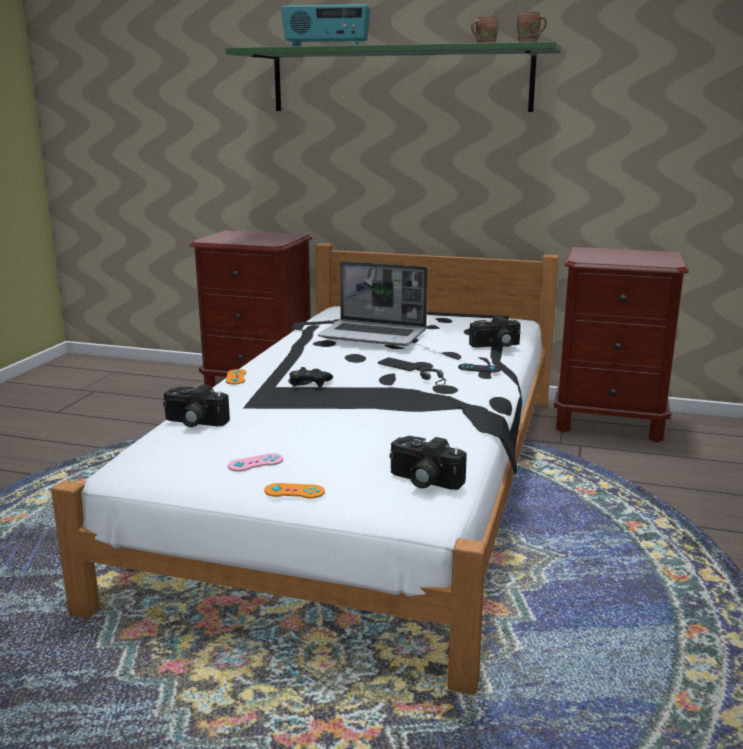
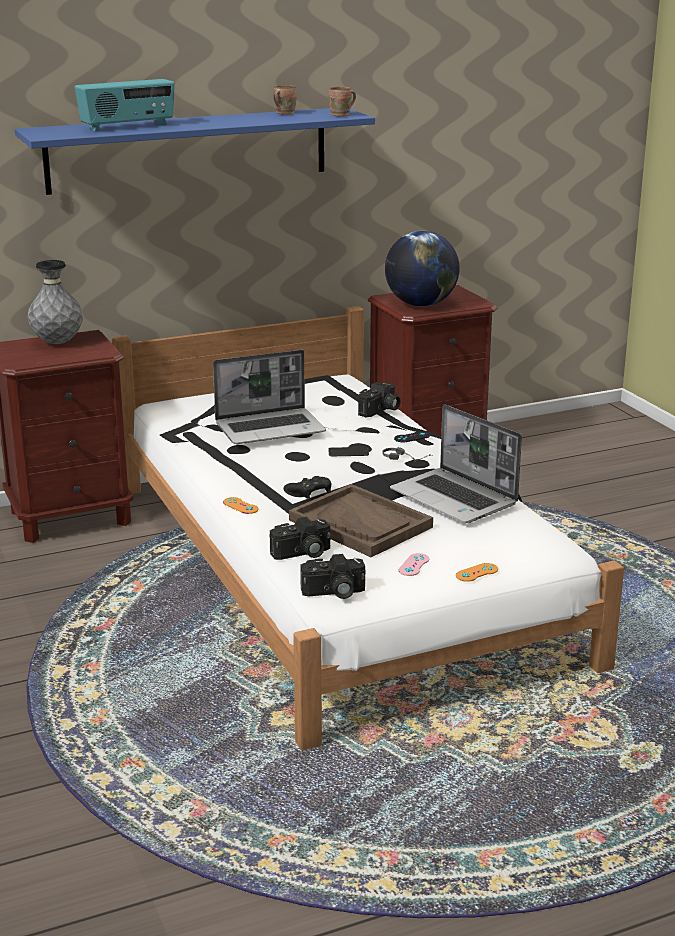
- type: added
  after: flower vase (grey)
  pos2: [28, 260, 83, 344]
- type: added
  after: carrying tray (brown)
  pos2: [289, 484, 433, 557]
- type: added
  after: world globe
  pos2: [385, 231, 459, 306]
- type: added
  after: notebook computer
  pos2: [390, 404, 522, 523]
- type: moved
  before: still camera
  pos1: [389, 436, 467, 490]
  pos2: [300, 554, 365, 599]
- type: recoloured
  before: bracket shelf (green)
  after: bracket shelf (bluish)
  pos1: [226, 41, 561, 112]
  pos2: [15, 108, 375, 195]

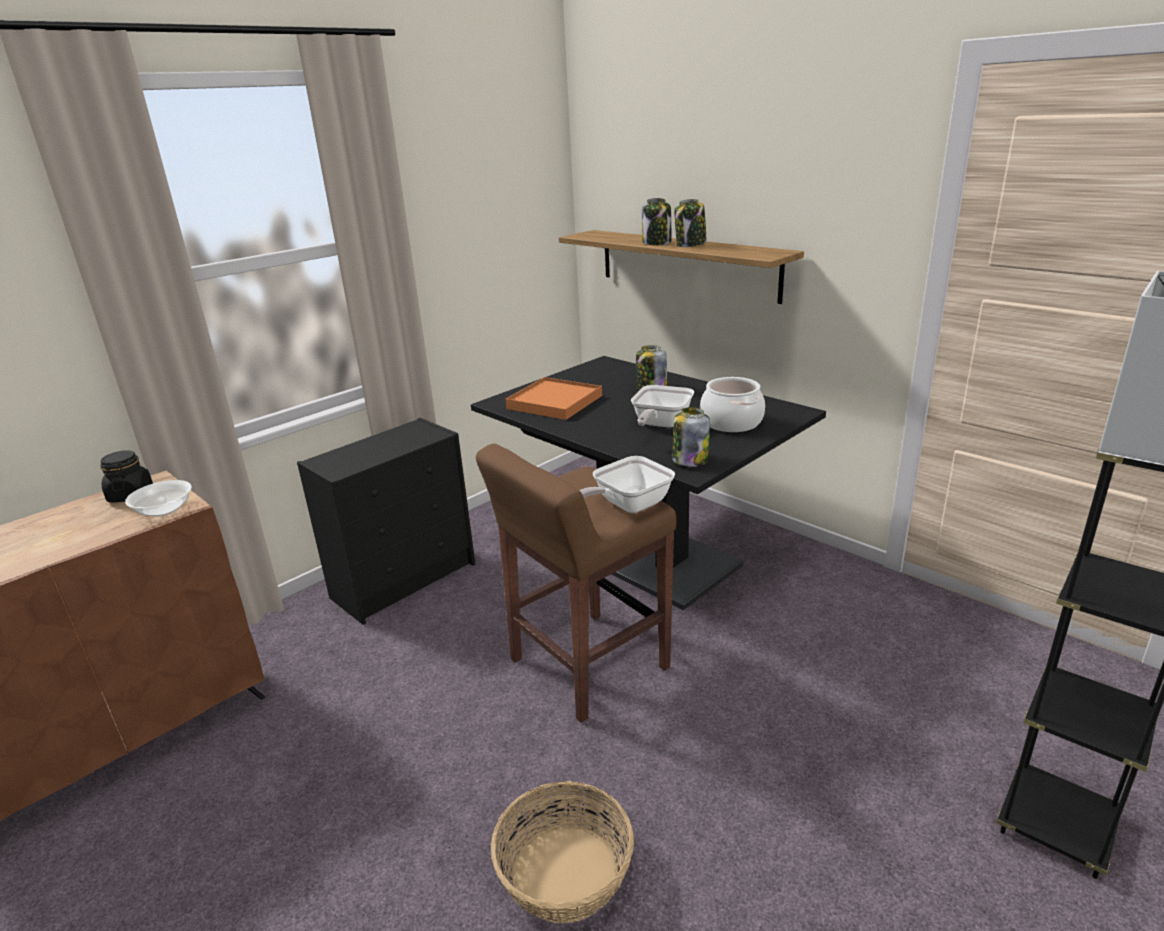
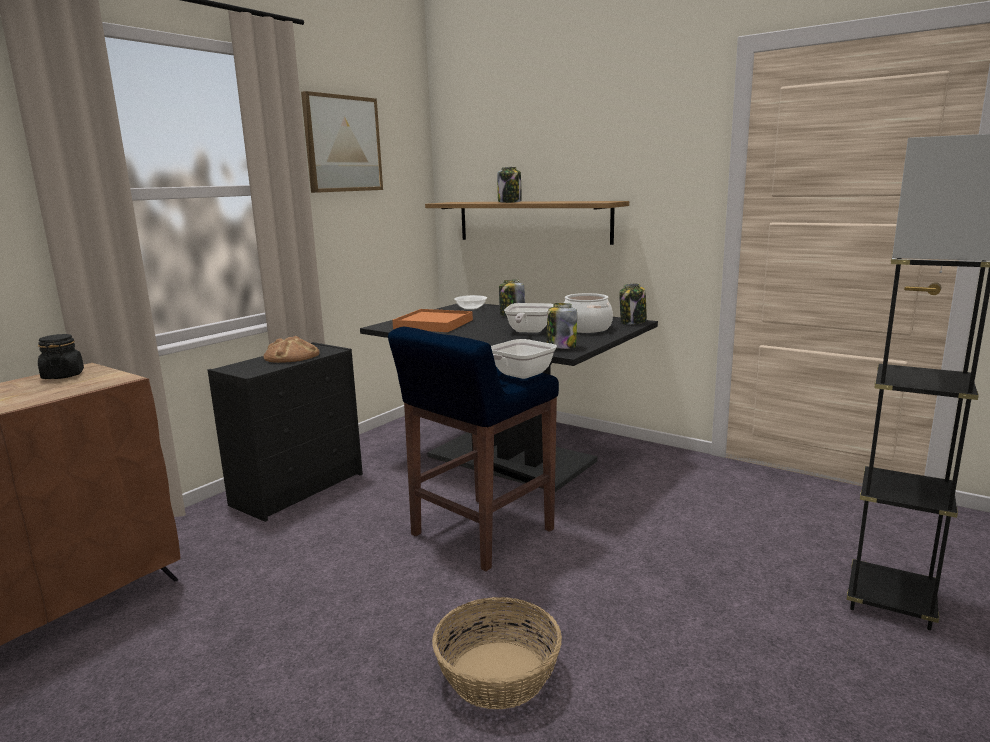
- type: added
  after: baked bread
  pos2: [263, 336, 320, 363]
- type: added
  after: wall picture
  pos2: [301, 91, 383, 193]
- type: moved
  before: bowl
  pos1: [125, 480, 192, 517]
  pos2: [454, 295, 487, 310]
- type: moved
  before: preserve jar
  pos1: [674, 199, 707, 247]
  pos2: [619, 283, 647, 325]
- type: recoloured
  before: stool seat (brown)
  after: stool seat (bluish)
  pos1: [476, 444, 677, 723]
  pos2: [388, 327, 559, 572]

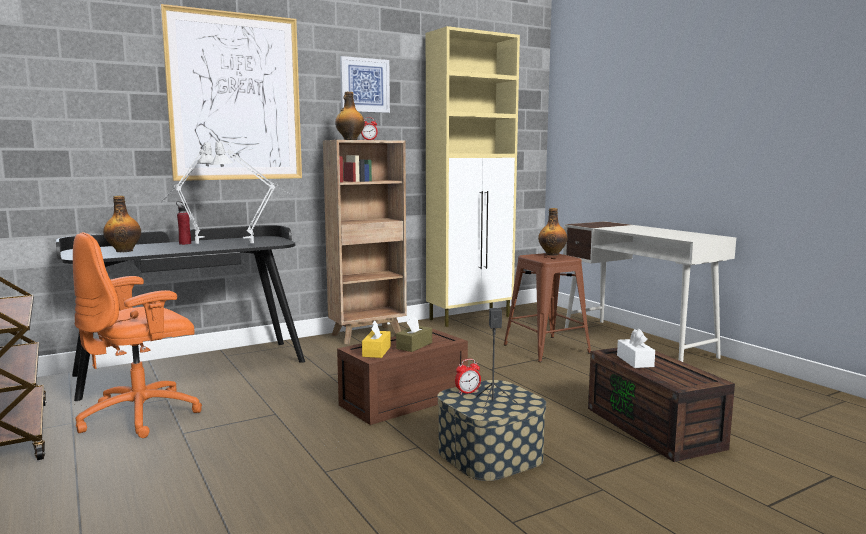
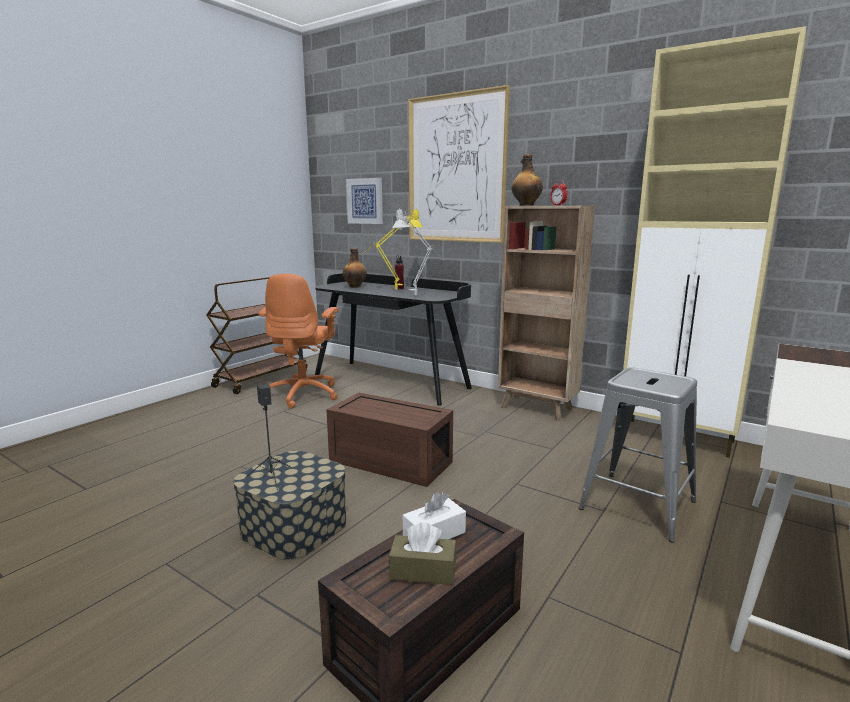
- type: removed
  before: tissue holder (yellow-coloured)
  pos1: [362, 321, 391, 358]
- type: removed
  before: table clock
  pos1: [455, 359, 481, 394]
- type: removed
  before: beverage bottle
  pos1: [538, 208, 567, 256]
- type: moved
  before: wall picture
  pos1: [340, 56, 390, 113]
  pos2: [346, 178, 383, 224]
- type: moved
  before: tissue holder (brown)
  pos1: [396, 315, 432, 352]
  pos2: [389, 522, 457, 585]
- type: recoloured
  before: lamp for a table (grey)
  after: lamp for a table (yellow-coloured)
  pos1: [162, 142, 214, 244]
  pos2: [359, 210, 423, 289]
- type: recoloured
  before: stool seat (brown)
  after: stool seat (grey)
  pos1: [504, 253, 591, 362]
  pos2: [579, 367, 697, 542]
- type: turned
  before: office chair (orange)
  pos1: [73, 232, 202, 438]
  pos2: [258, 274, 339, 409]
  turn: -105

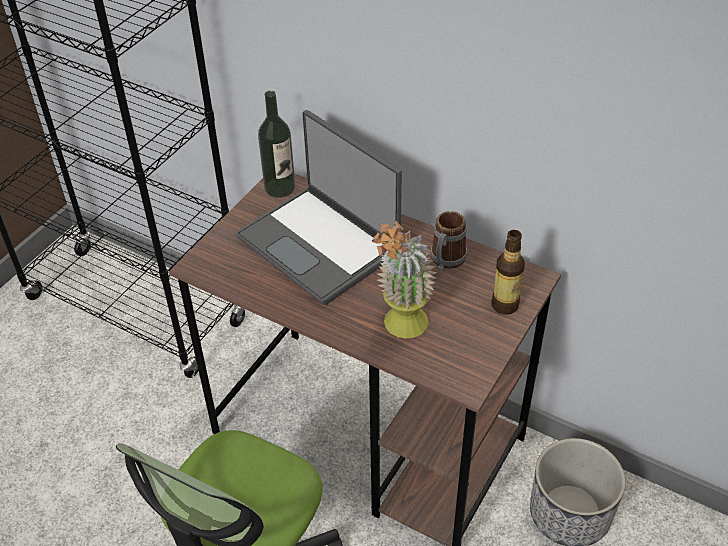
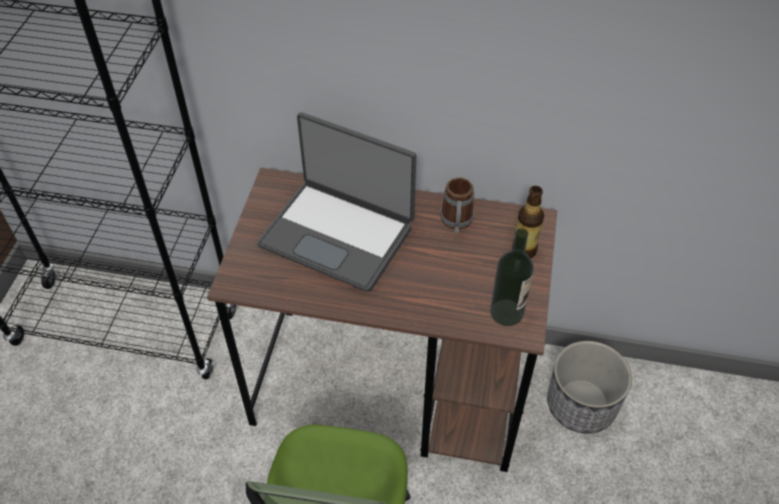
- type: removed
  before: plant in a pot
  pos1: [372, 221, 437, 339]
- type: moved
  before: beverage bottle
  pos1: [258, 91, 295, 198]
  pos2: [490, 228, 534, 326]

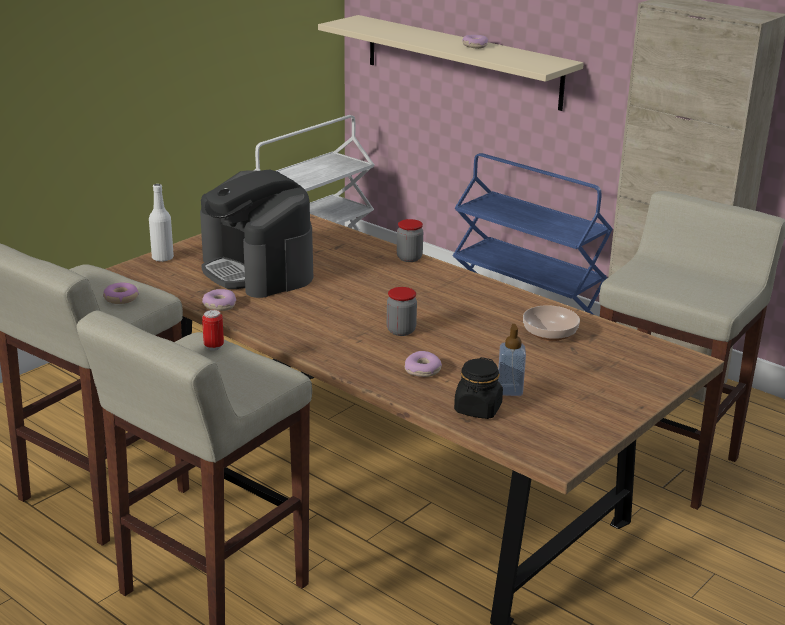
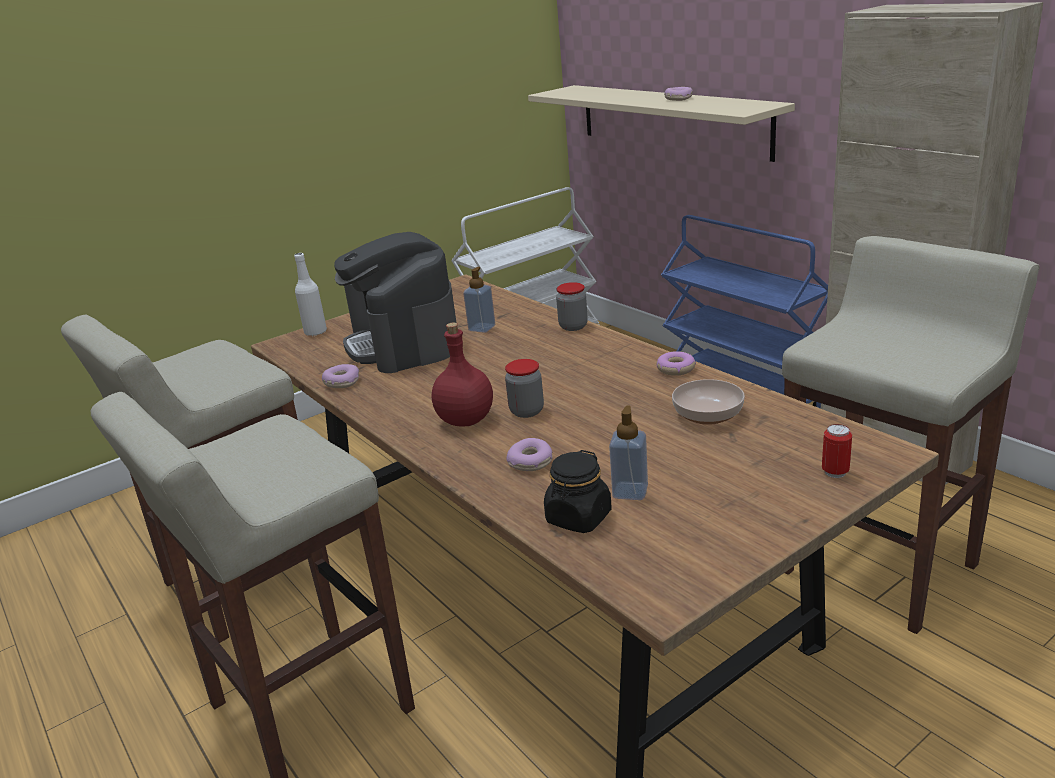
- type: added
  after: beverage bottle (reddish)
  pos2: [431, 323, 493, 427]
- type: added
  after: soap bottle
  pos2: [463, 267, 495, 333]
- type: moved
  before: ring doughnut
  pos1: [103, 283, 139, 304]
  pos2: [657, 351, 696, 376]
- type: moved
  before: metal can
  pos1: [202, 310, 224, 351]
  pos2: [822, 424, 852, 478]

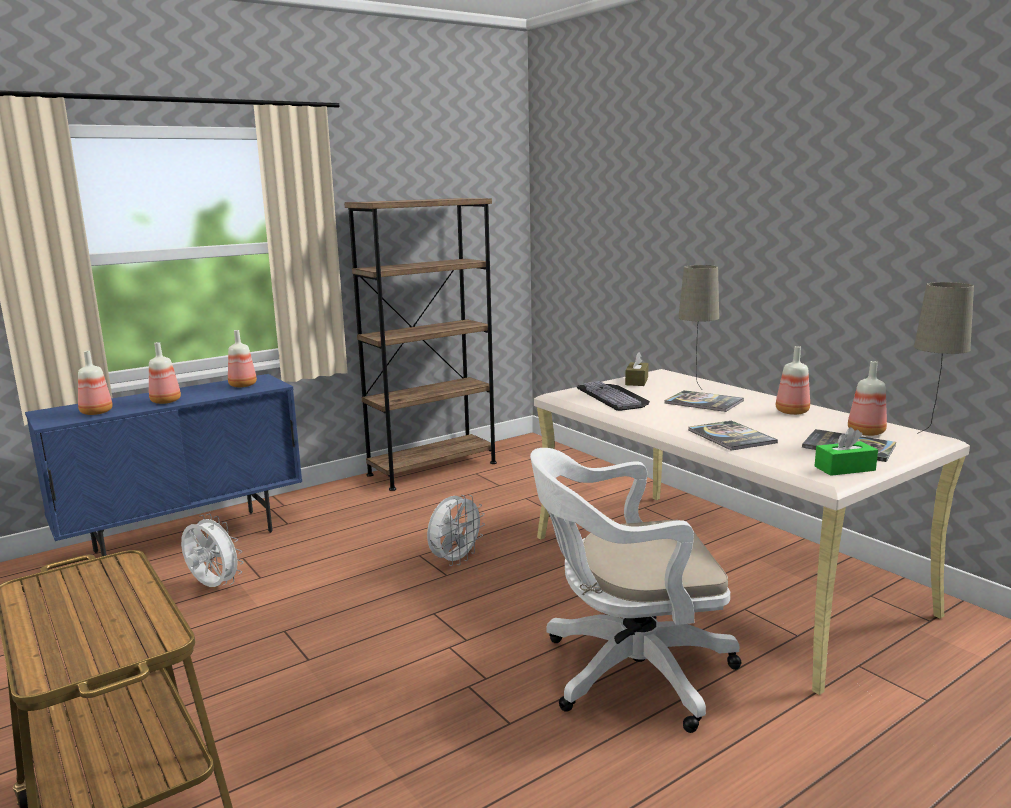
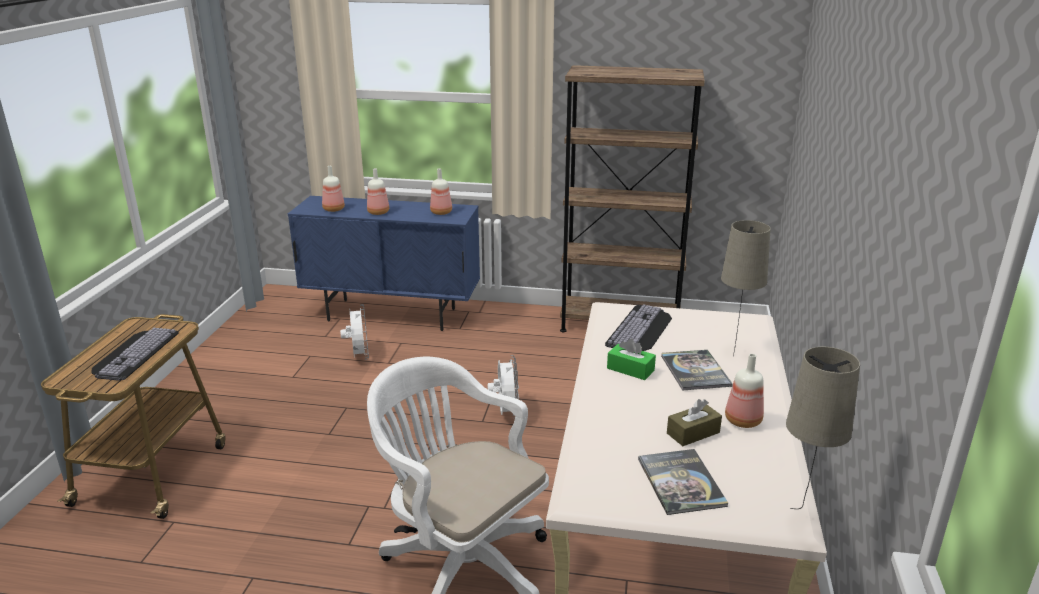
- type: removed
  before: bound book
  pos1: [688, 421, 778, 451]
- type: removed
  before: beverage bottle
  pos1: [848, 361, 887, 436]
- type: added
  after: computer keyboard
  pos2: [92, 328, 179, 381]
- type: moved
  before: tissue holder (brown)
  pos1: [625, 352, 649, 386]
  pos2: [667, 399, 722, 446]
- type: moved
  before: tissue holder (green)
  pos1: [815, 427, 878, 476]
  pos2: [607, 338, 656, 380]
- type: turned
  before: fan (white-coloured)
  pos1: [427, 495, 485, 566]
  pos2: [487, 355, 519, 418]
  turn: -90

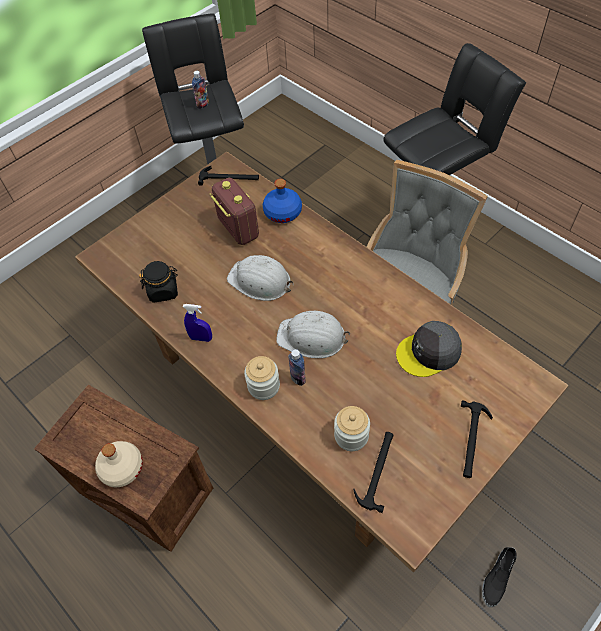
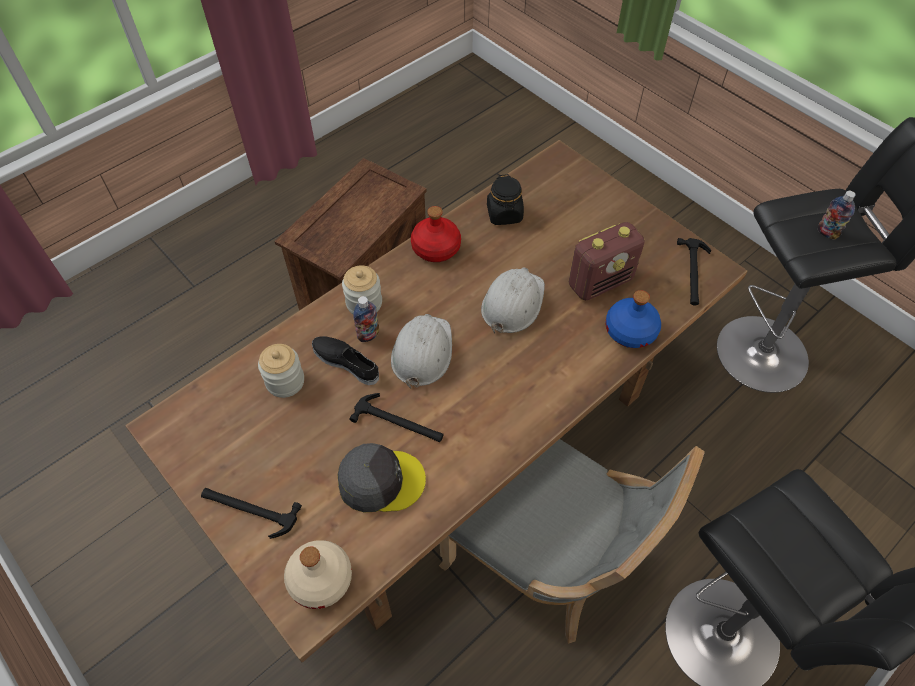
- type: moved
  before: beverage bottle (beige-coloured)
  pos1: [95, 441, 143, 488]
  pos2: [284, 540, 352, 609]
- type: moved
  before: tool hammer
  pos1: [354, 432, 394, 513]
  pos2: [349, 393, 444, 442]
- type: moved
  before: shoe (black-coloured)
  pos1: [482, 547, 517, 607]
  pos2: [312, 336, 379, 385]
- type: replaced
  before: sprayer (bluish)
  after: beverage bottle (reddish)
  pos1: [183, 304, 212, 342]
  pos2: [411, 206, 461, 262]
- type: turned
  before: baseball cap (grey)
  pos1: [396, 321, 462, 377]
  pos2: [337, 443, 426, 512]
  turn: 105

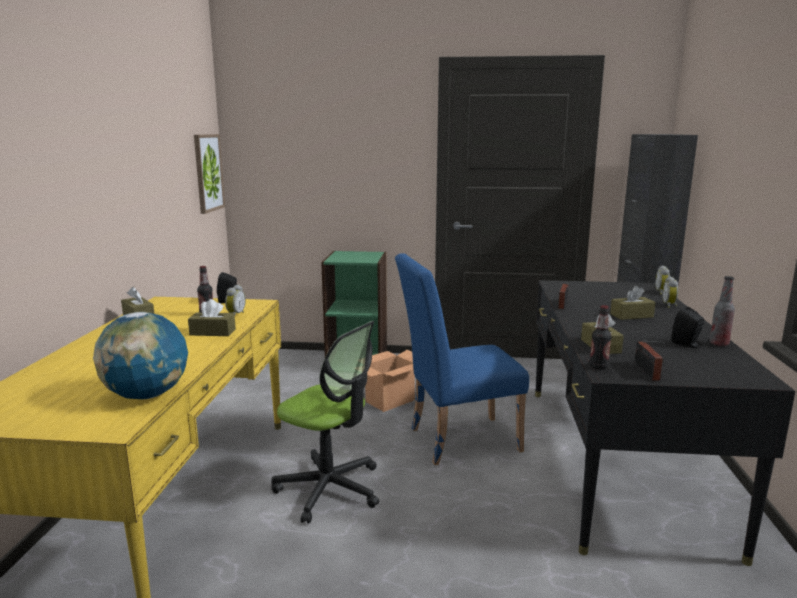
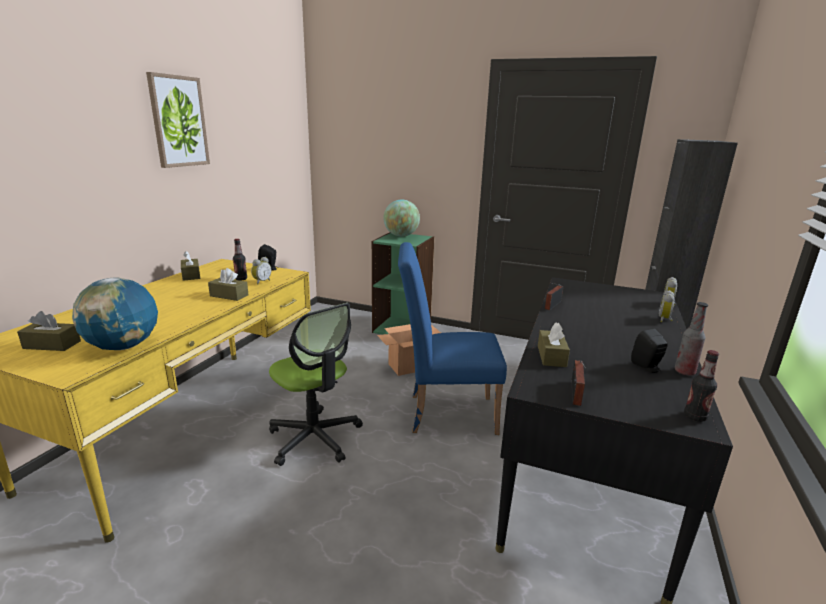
- type: added
  after: world globe
  pos2: [383, 199, 420, 237]
- type: moved
  before: wall picture
  pos1: [194, 134, 225, 214]
  pos2: [146, 72, 210, 168]
- type: moved
  before: beverage bottle
  pos1: [589, 305, 612, 370]
  pos2: [684, 350, 719, 422]
- type: moved
  before: tissue holder (brown)
  pos1: [610, 286, 656, 320]
  pos2: [17, 311, 81, 351]

